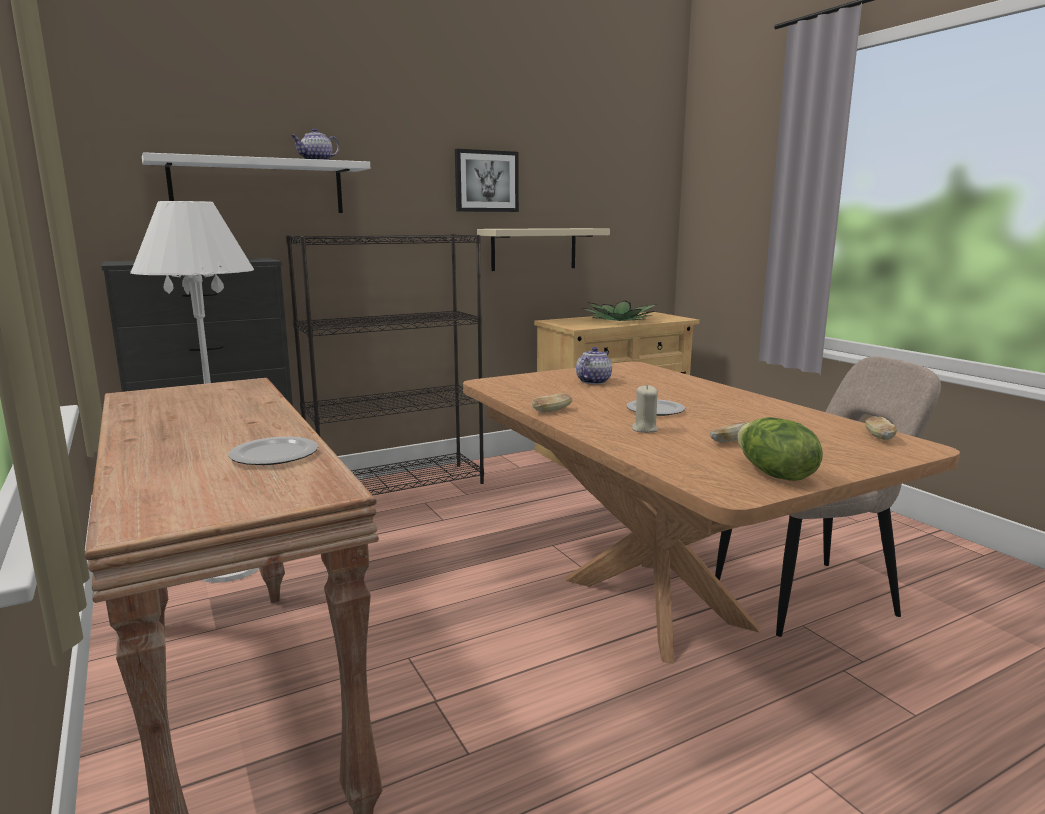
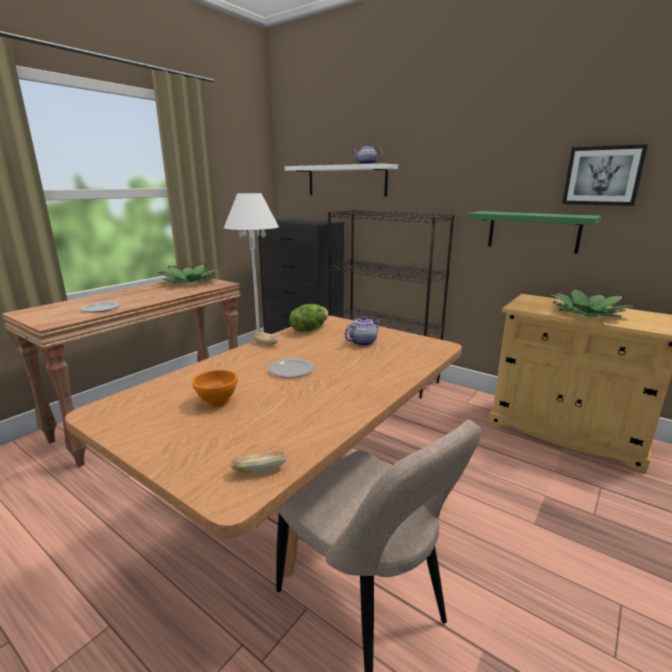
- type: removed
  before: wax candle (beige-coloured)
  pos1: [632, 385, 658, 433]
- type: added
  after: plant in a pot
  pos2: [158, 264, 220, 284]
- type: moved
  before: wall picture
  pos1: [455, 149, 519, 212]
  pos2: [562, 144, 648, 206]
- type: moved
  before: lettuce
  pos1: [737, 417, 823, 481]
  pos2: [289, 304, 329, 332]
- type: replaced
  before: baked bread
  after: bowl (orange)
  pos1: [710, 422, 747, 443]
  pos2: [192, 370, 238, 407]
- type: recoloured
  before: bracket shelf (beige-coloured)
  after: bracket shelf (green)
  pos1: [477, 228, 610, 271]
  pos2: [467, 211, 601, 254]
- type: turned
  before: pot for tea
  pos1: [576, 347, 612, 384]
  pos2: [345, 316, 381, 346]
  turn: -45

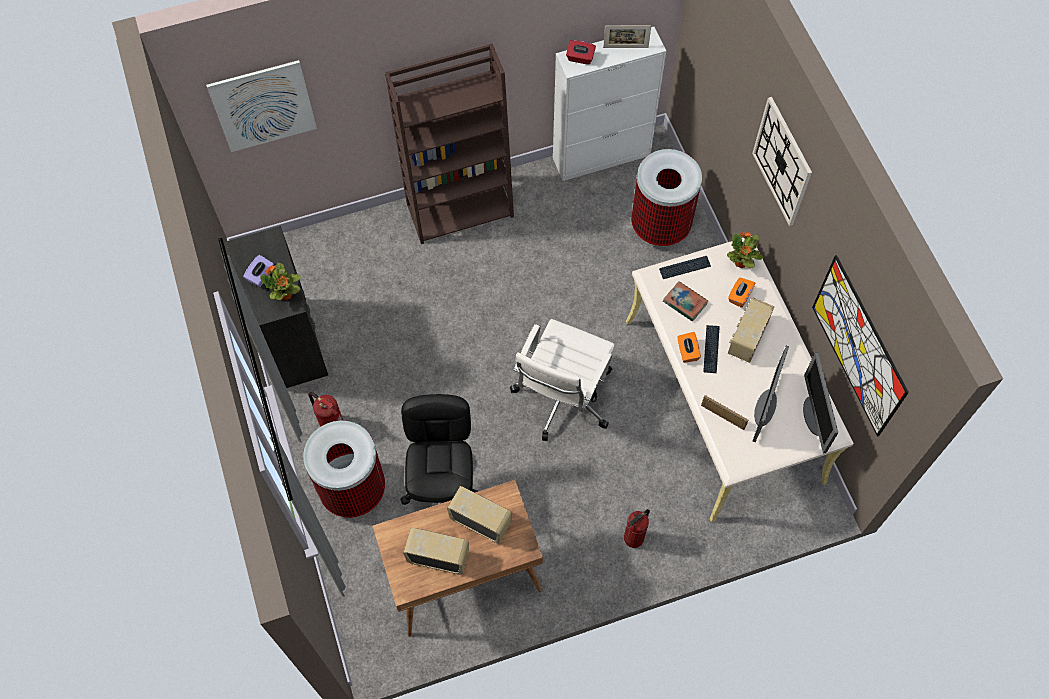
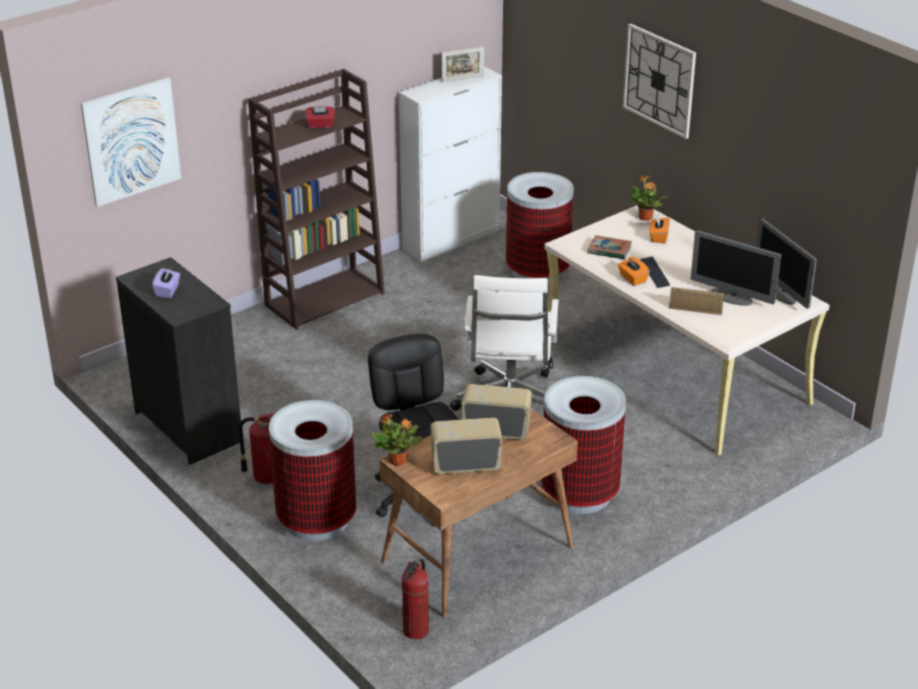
- type: removed
  before: computer keyboard
  pos1: [659, 256, 711, 279]
- type: removed
  before: radio receiver
  pos1: [728, 297, 775, 363]
- type: removed
  before: wall picture
  pos1: [812, 255, 909, 437]
- type: added
  after: trash can
  pos2: [541, 376, 626, 514]
- type: moved
  before: plant in a pot
  pos1: [260, 263, 301, 301]
  pos2: [371, 413, 423, 466]
- type: moved
  before: tissue holder (reddish)
  pos1: [566, 40, 596, 65]
  pos2: [305, 106, 335, 128]
- type: moved
  before: extinguisher
  pos1: [624, 509, 650, 548]
  pos2: [402, 559, 429, 639]
- type: turned
  before: computer display
  pos1: [753, 346, 789, 442]
  pos2: [691, 230, 781, 306]
  turn: -60

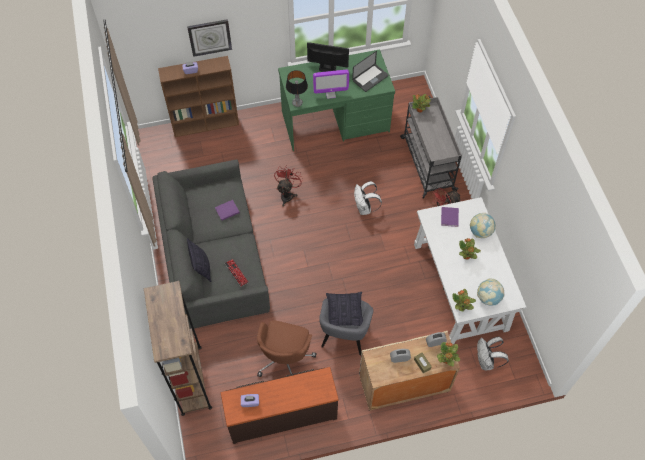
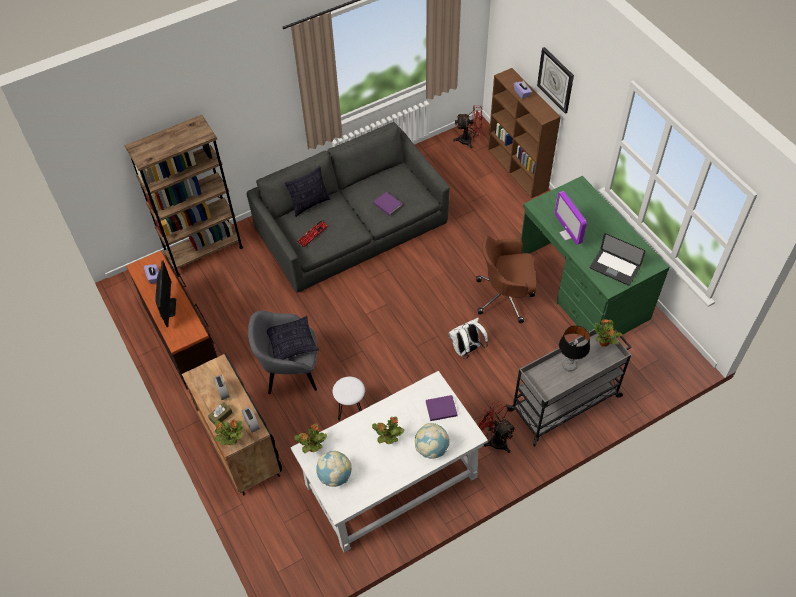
- type: removed
  before: knapsack (white-coloured)
  pos1: [477, 337, 509, 370]
- type: added
  after: stool seat (white-coloured)
  pos2: [333, 377, 365, 421]
- type: moved
  before: office chair (brown)
  pos1: [257, 321, 316, 377]
  pos2: [476, 235, 537, 323]
- type: moved
  before: fan (reddish)
  pos1: [274, 165, 303, 207]
  pos2: [453, 106, 482, 148]
- type: moved
  before: lamp for a table
  pos1: [286, 70, 308, 107]
  pos2: [559, 326, 590, 371]
- type: moved
  before: computer display
  pos1: [307, 42, 349, 72]
  pos2: [155, 261, 176, 327]
- type: recoloured
  before: cabinet (beige-coloured)
  after: cabinet (black-coloured)
  pos1: [359, 331, 460, 411]
  pos2: [182, 353, 282, 496]

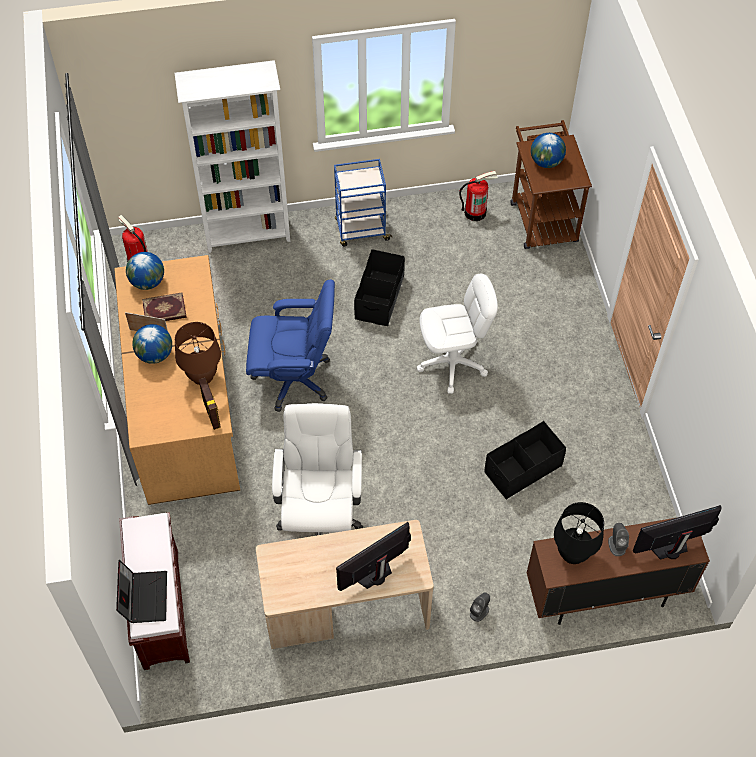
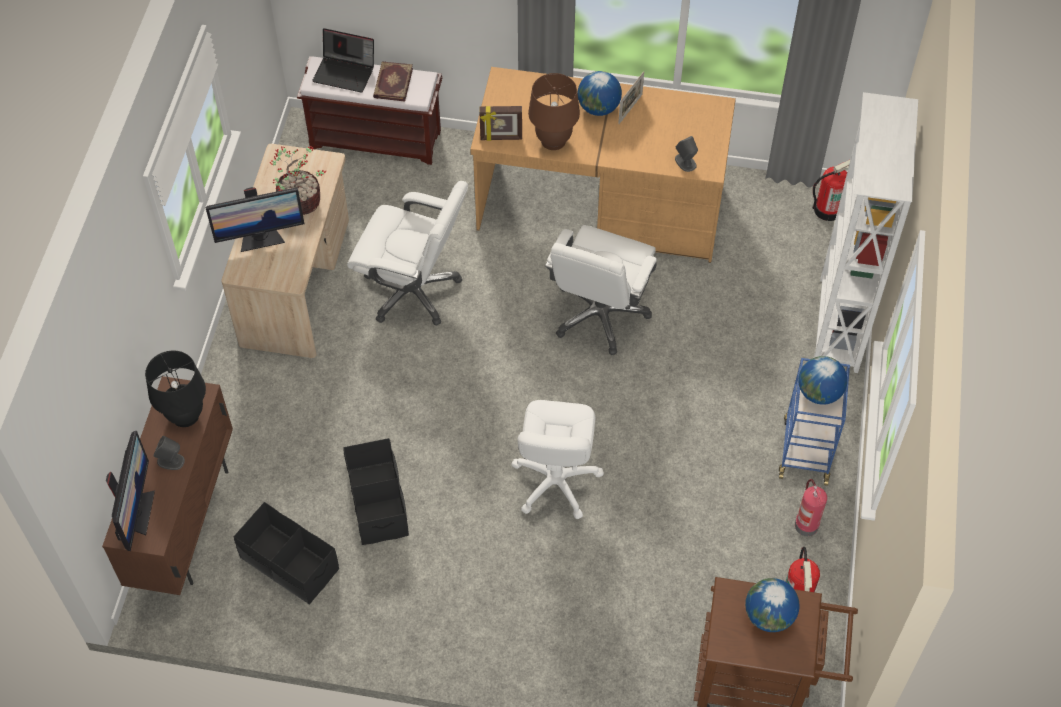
- type: added
  after: plant in a pot
  pos2: [270, 146, 326, 215]
- type: added
  after: extinguisher
  pos2: [795, 479, 827, 536]
- type: moved
  before: world globe
  pos1: [126, 252, 164, 290]
  pos2: [798, 356, 848, 405]
- type: moved
  before: bound book
  pos1: [142, 292, 187, 321]
  pos2: [373, 61, 413, 102]
- type: moved
  before: storage container (black-coloured)
  pos1: [354, 249, 405, 326]
  pos2: [234, 502, 339, 605]
- type: moved
  before: loudspeaker (grey)
  pos1: [470, 593, 490, 622]
  pos2: [675, 136, 698, 172]
- type: recoloured
  before: office chair (bluish)
  after: office chair (white-coloured)
  pos1: [246, 279, 335, 412]
  pos2: [545, 225, 657, 355]
- type: turned
  before: computer display
  pos1: [336, 522, 411, 591]
  pos2: [206, 187, 304, 252]
  turn: 90

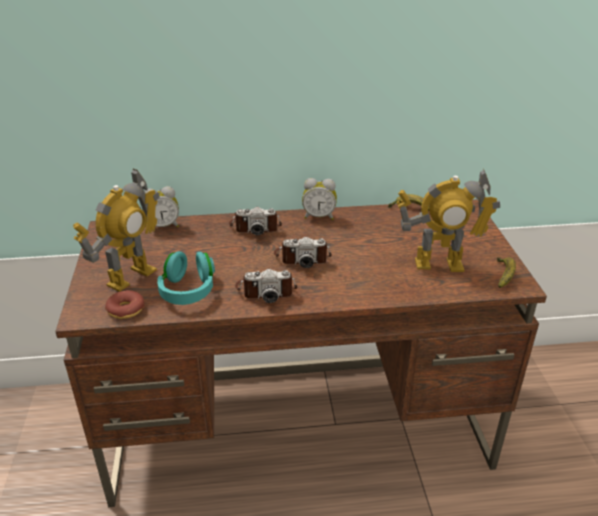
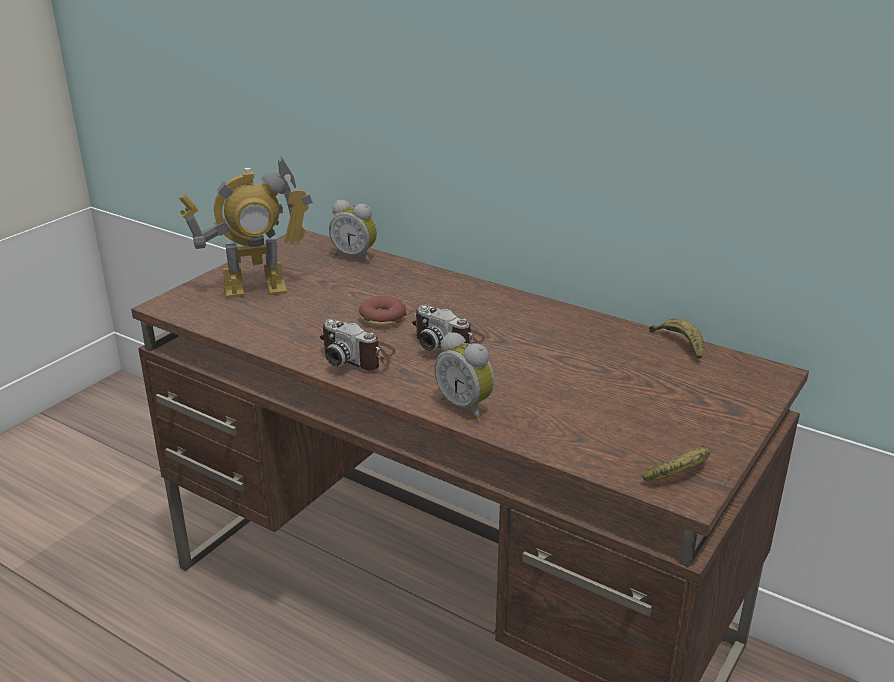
- type: removed
  before: headset (turquoise)
  pos1: [157, 251, 215, 305]
- type: removed
  before: still camera
  pos1: [229, 207, 282, 235]
- type: removed
  before: toy robot
  pos1: [396, 169, 500, 272]
- type: moved
  before: ring doughnut
  pos1: [105, 290, 145, 319]
  pos2: [359, 296, 406, 327]
- type: moved
  before: table clock
  pos1: [302, 178, 337, 220]
  pos2: [434, 332, 495, 419]

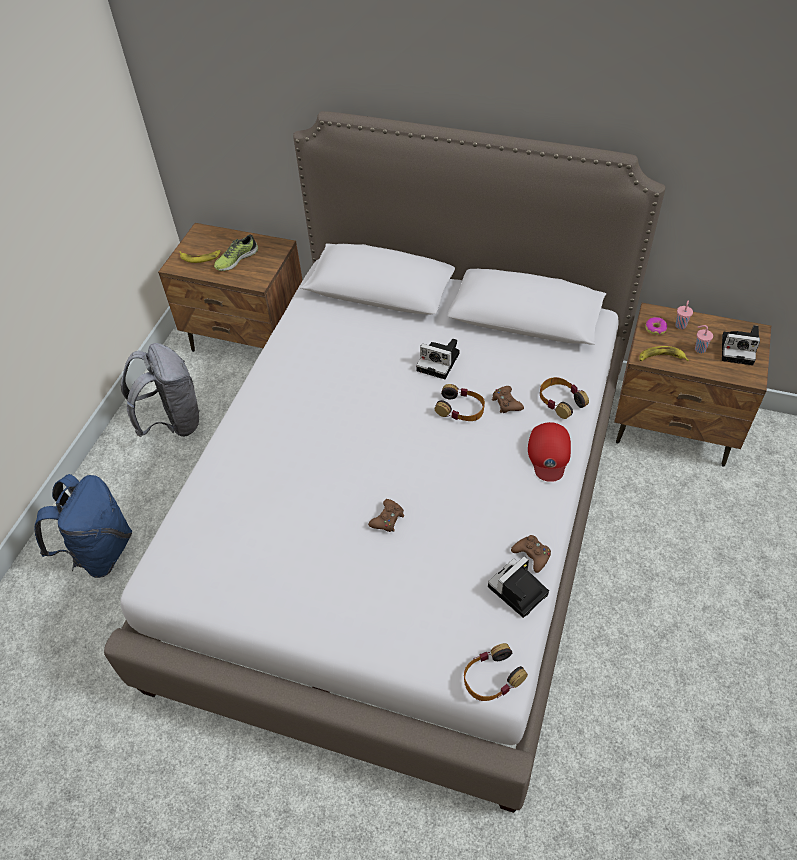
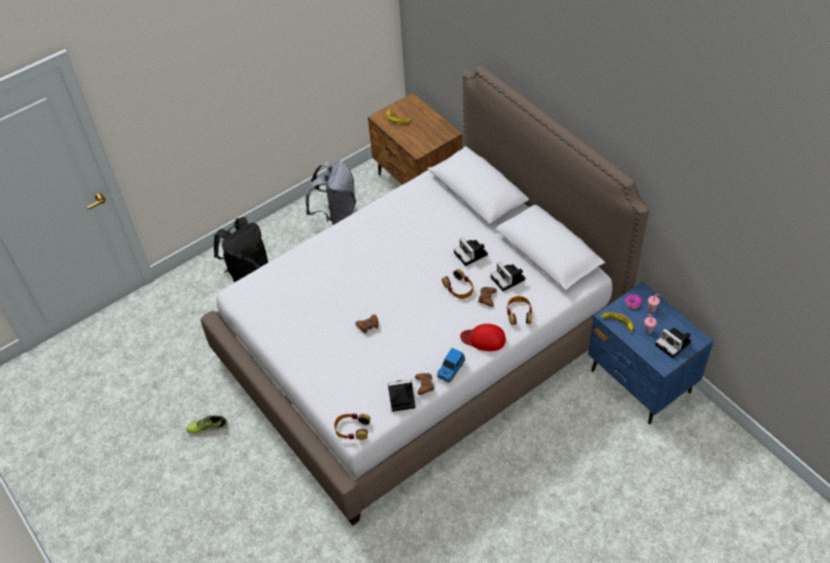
- type: added
  after: miniature car
  pos2: [437, 348, 465, 383]
- type: added
  after: still camera
  pos2: [491, 262, 525, 291]
- type: moved
  before: shoe
  pos1: [214, 235, 258, 271]
  pos2: [186, 415, 228, 435]
- type: recoloured
  before: knapsack (bluish)
  after: knapsack (black-coloured)
  pos1: [34, 474, 132, 578]
  pos2: [214, 217, 268, 283]
- type: recoloured
  before: bedside table (brown)
  after: bedside table (bluish)
  pos1: [614, 303, 771, 467]
  pos2: [588, 282, 713, 424]
- type: turned
  before: baseball cap (reddish)
  pos1: [528, 422, 571, 482]
  pos2: [460, 324, 506, 351]
  turn: 60

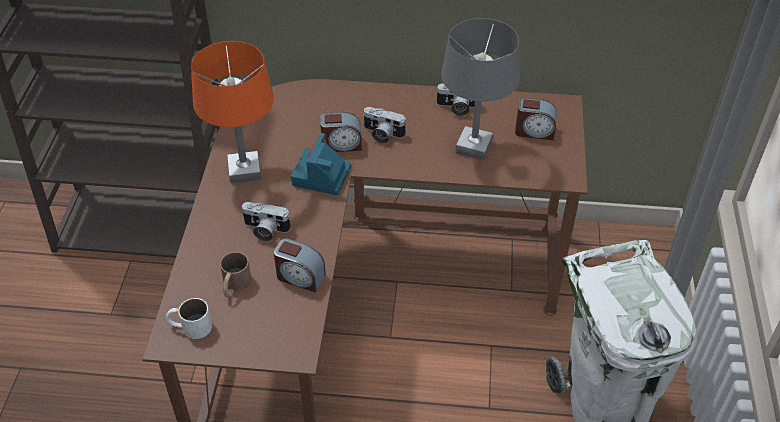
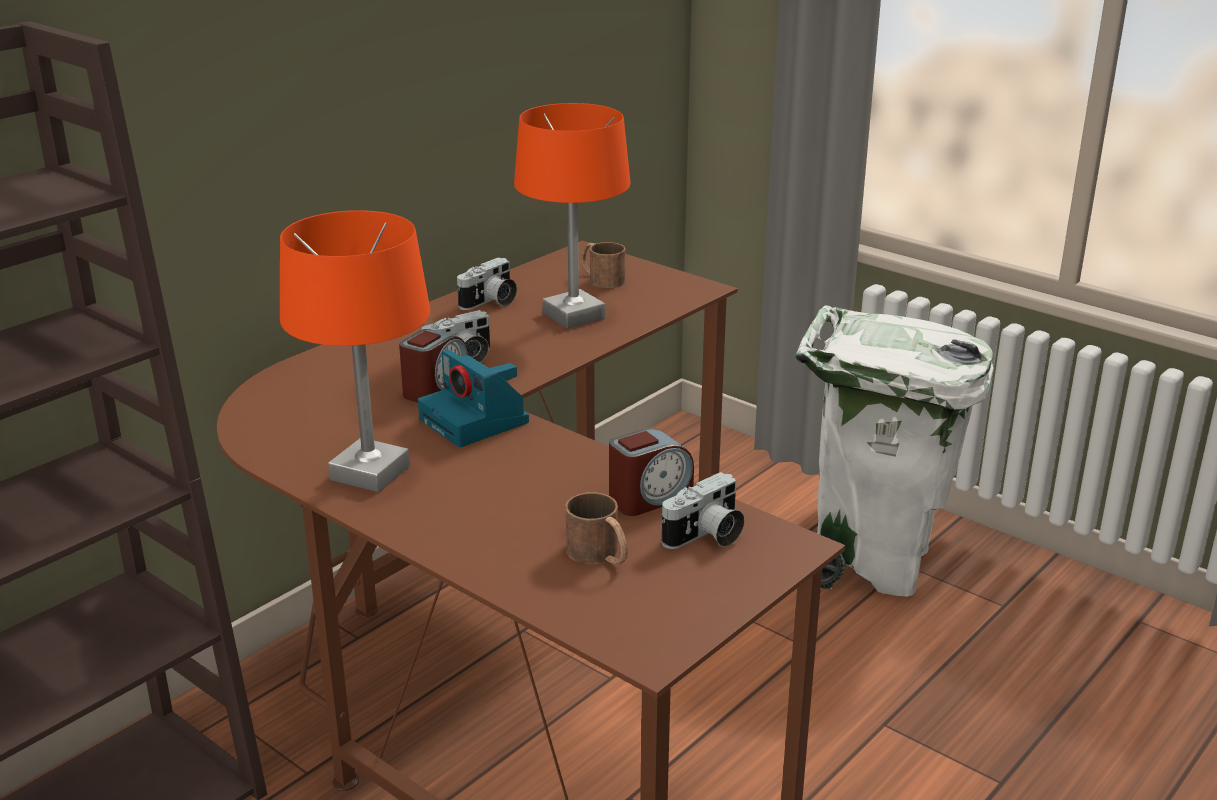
- type: removed
  before: mug (white-coloured)
  pos1: [166, 298, 212, 339]
- type: moved
  before: still camera
  pos1: [241, 202, 291, 241]
  pos2: [662, 472, 745, 549]
- type: replaced
  before: table clock
  after: mug (brown)
  pos1: [515, 97, 557, 140]
  pos2: [581, 242, 625, 288]
- type: recoloured
  before: lamp for a table (grey)
  after: lamp for a table (orange)
  pos1: [441, 18, 520, 160]
  pos2: [514, 103, 631, 329]

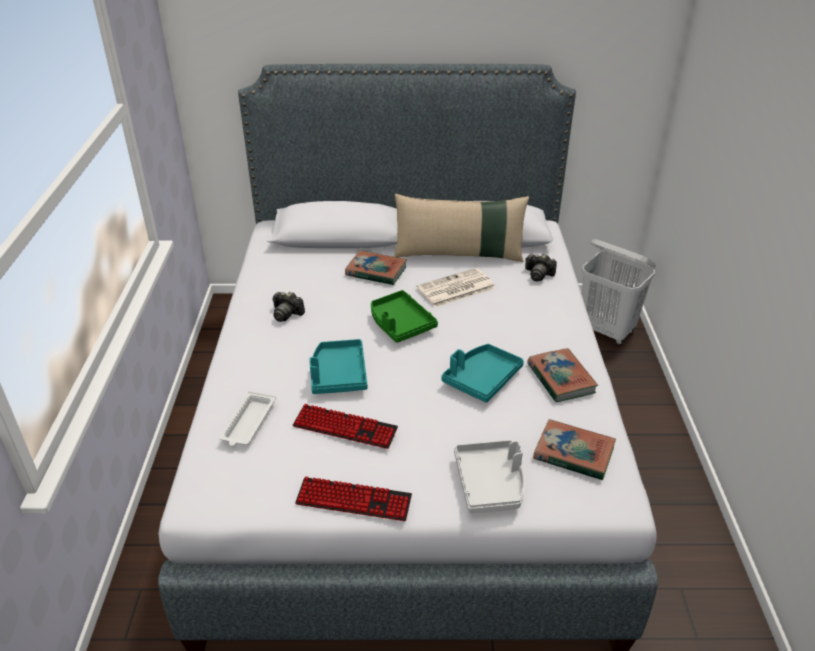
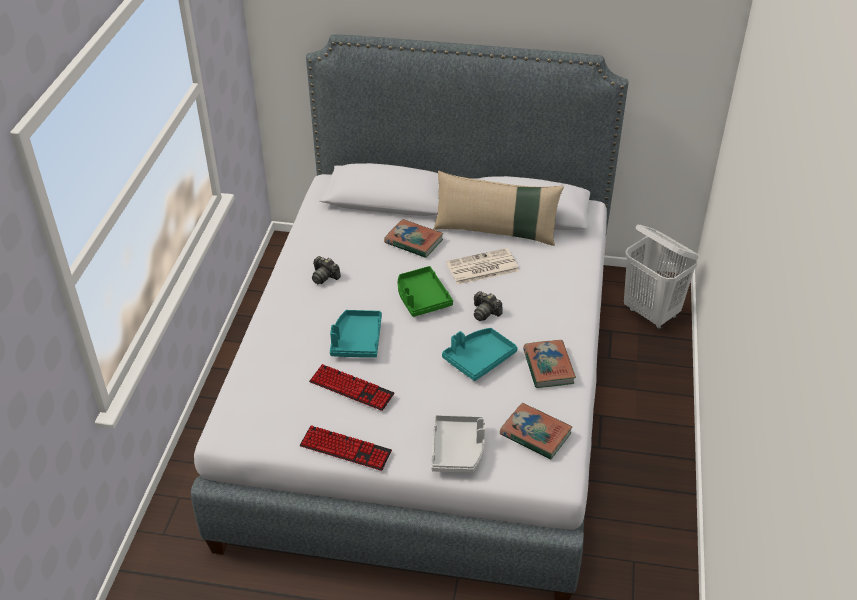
- type: removed
  before: carrying tray (white-coloured)
  pos1: [219, 391, 276, 446]
- type: moved
  before: still camera
  pos1: [525, 254, 557, 281]
  pos2: [474, 291, 502, 321]

